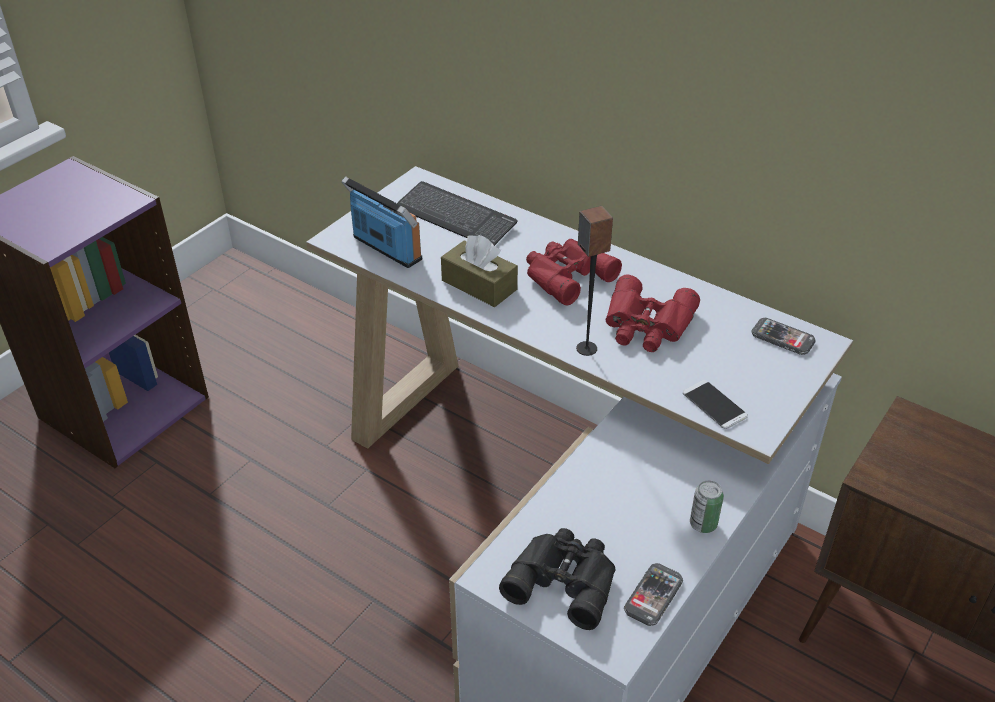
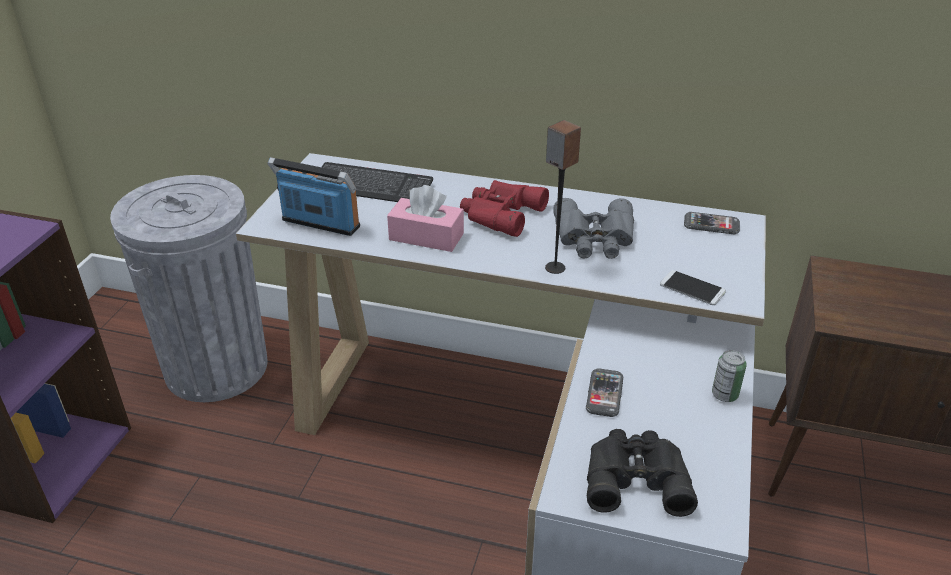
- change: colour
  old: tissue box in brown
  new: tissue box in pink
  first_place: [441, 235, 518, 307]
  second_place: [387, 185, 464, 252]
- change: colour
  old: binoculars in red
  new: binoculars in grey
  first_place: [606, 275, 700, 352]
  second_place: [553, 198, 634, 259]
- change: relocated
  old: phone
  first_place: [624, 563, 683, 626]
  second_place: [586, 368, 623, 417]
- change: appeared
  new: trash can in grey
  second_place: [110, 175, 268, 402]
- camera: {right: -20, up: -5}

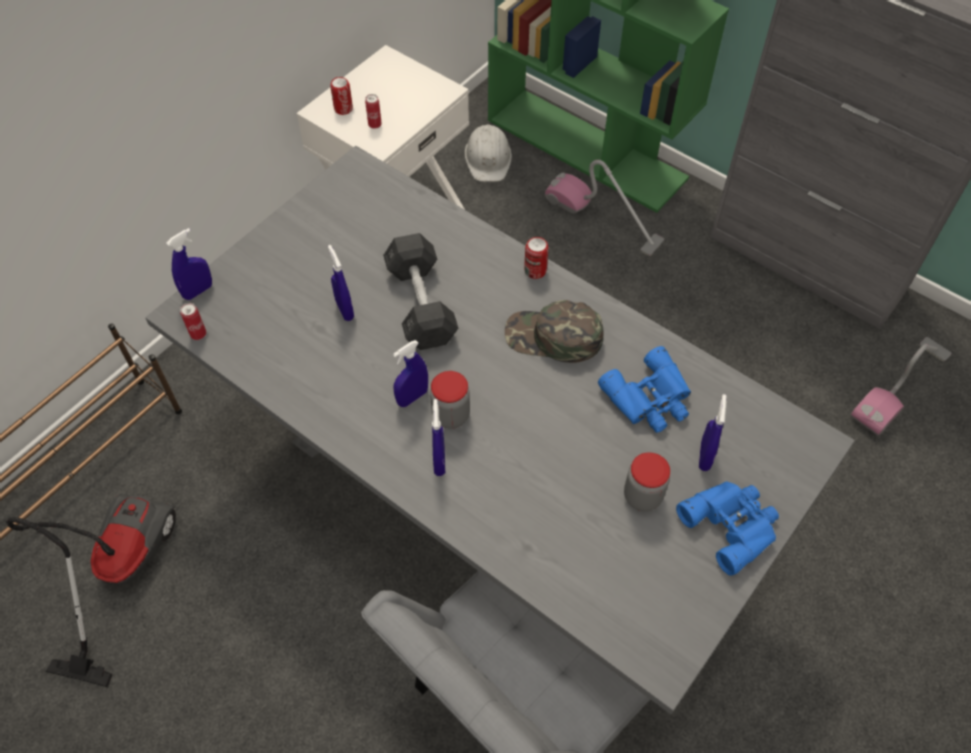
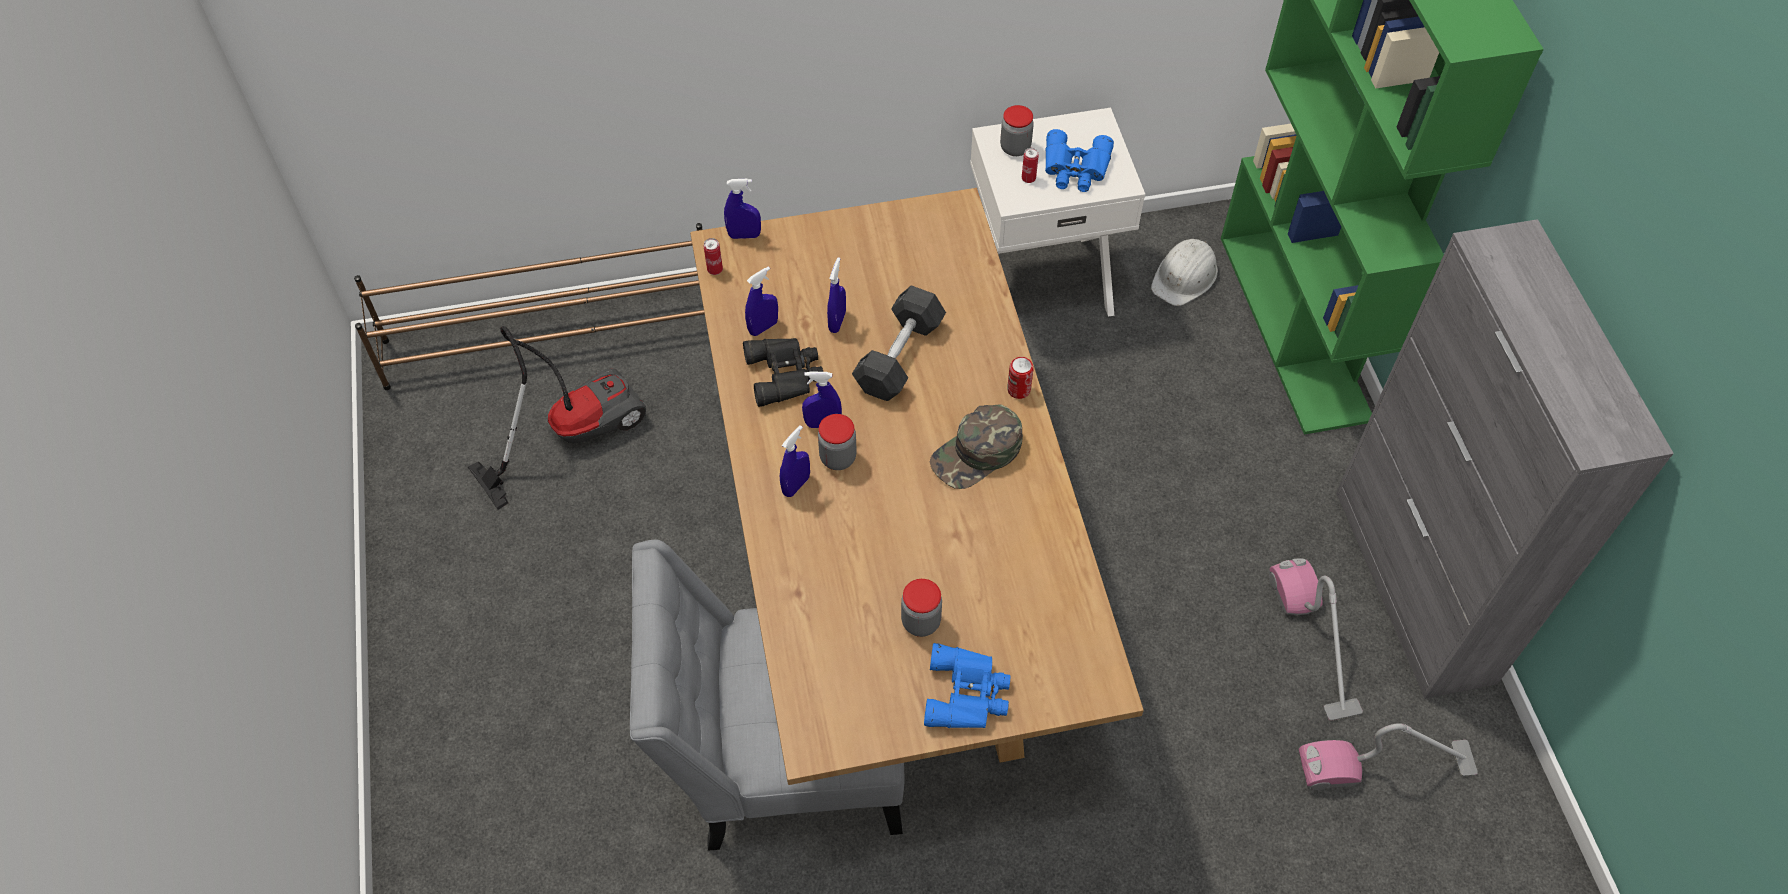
- change: exchanged
  old: can
  new: jar
  first_place: [330, 77, 353, 115]
  second_place: [1000, 105, 1034, 156]
- change: colour
  old: dining table in grey
  new: dining table in brown
  first_place: [145, 146, 855, 714]
  second_place: [690, 188, 1144, 785]
- change: relocated
  old: vacuum cleaner
  first_place: [545, 160, 664, 256]
  second_place: [1269, 558, 1363, 721]
- change: spun
  old: cap in green
  first_place: [505, 300, 604, 363]
  second_place: [930, 404, 1023, 489]
  degrees: -90
- change: relocated
  old: binoculars in blue
  first_place: [598, 346, 691, 433]
  second_place: [1045, 129, 1114, 192]
- change: relocated
  old: spray bottle in blue
  first_place: [699, 394, 727, 471]
  second_place: [745, 266, 778, 336]
- change: appeared
  new: binoculars in black
  second_place: [743, 338, 823, 407]
- camera: {right: 40, up: 0}

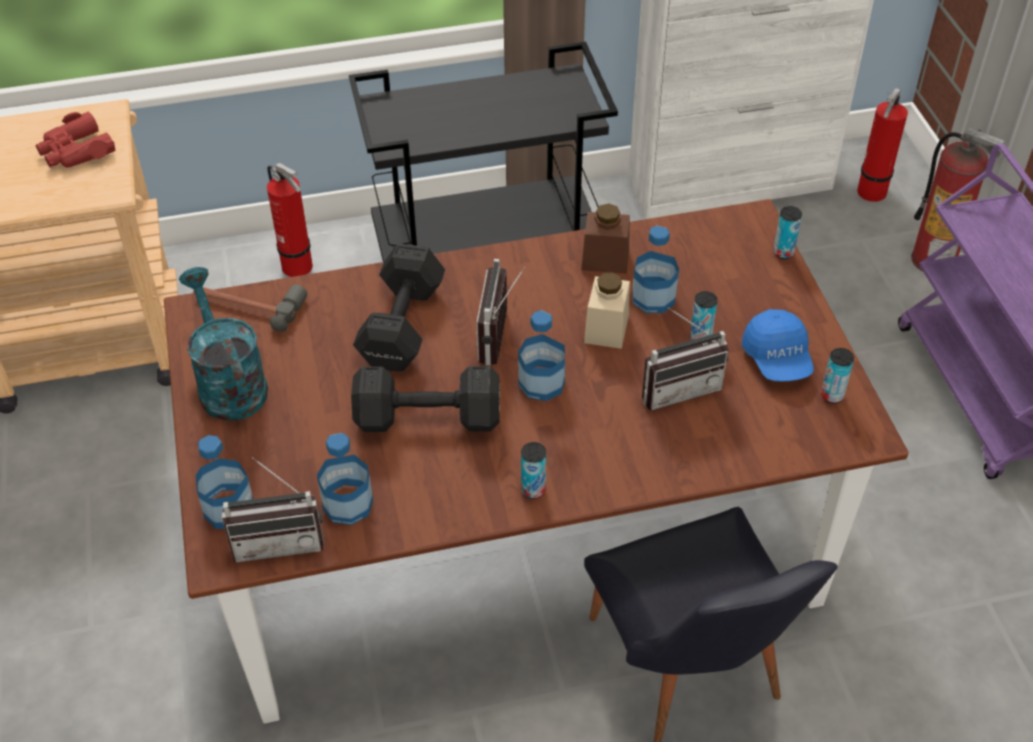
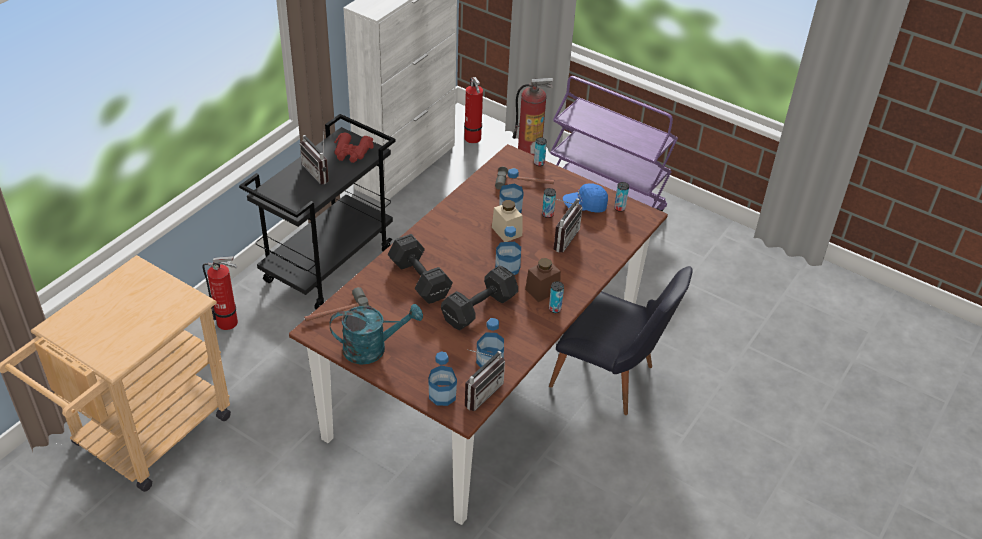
- change: relocated
  old: binoculars in red
  first_place: [35, 112, 115, 168]
  second_place: [334, 133, 374, 163]
- change: relocated
  old: jar in brown
  first_place: [581, 204, 630, 274]
  second_place: [525, 258, 561, 302]
- change: relocated
  old: radio
  first_place: [476, 259, 525, 365]
  second_place: [300, 132, 329, 184]
- change: spun
  old: watering can in turquoise
  first_place: [179, 267, 268, 421]
  second_place: [330, 304, 423, 365]
  degrees: 150
- change: spun
  old: cap in blue
  first_place: [742, 309, 814, 381]
  second_place: [563, 183, 608, 213]
  degrees: 135
- change: appeared
  new: hammer
  second_place: [495, 167, 554, 190]
- camera: {right: -45, up: -5}

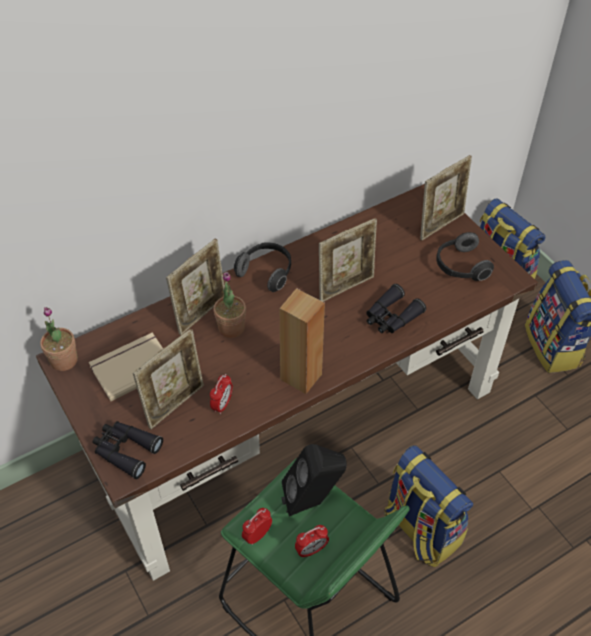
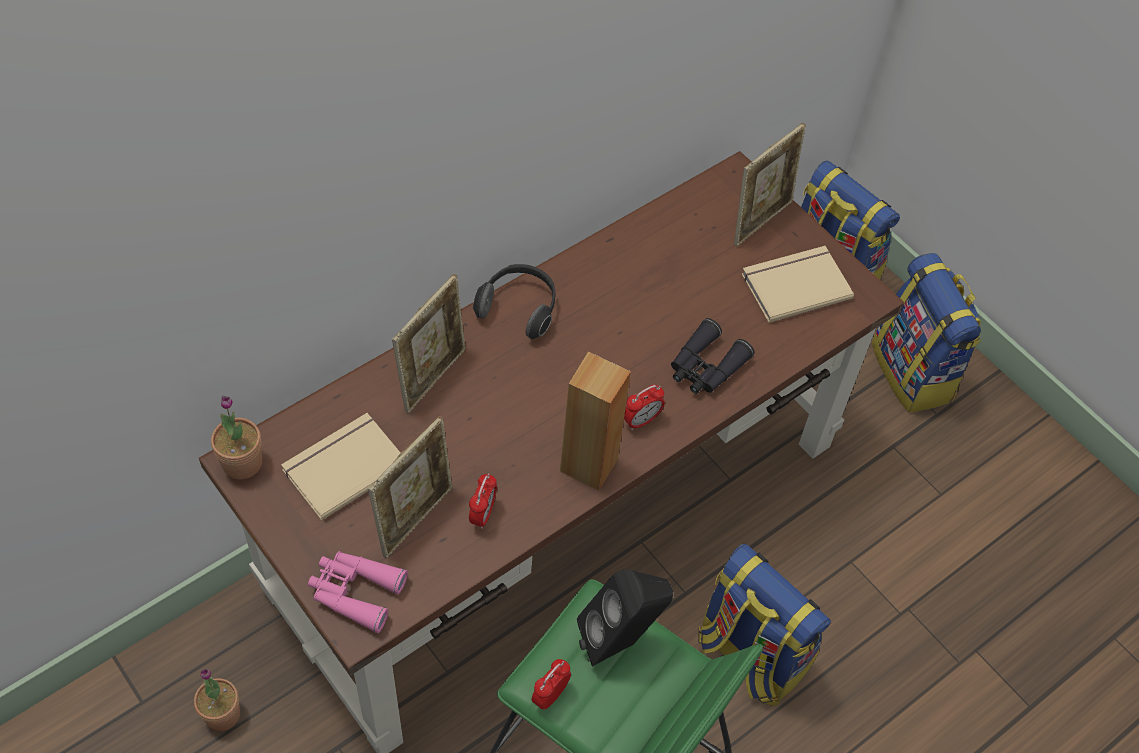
- change: missing
  old: picture frame
  first_place: [319, 218, 377, 302]
- change: exchanged
  old: headphones
  new: book in beige
  first_place: [436, 232, 494, 281]
  second_place: [742, 246, 854, 323]
- change: relocated
  old: potted plant
  first_place: [214, 272, 246, 338]
  second_place: [194, 669, 240, 731]
- change: colour
  old: binoculars in black
  new: binoculars in pink
  first_place: [93, 421, 163, 479]
  second_place: [308, 551, 408, 633]
- change: relocated
  old: alarm clock
  first_place: [295, 525, 329, 558]
  second_place: [624, 385, 665, 430]
- camera: {right: -10, up: 5}

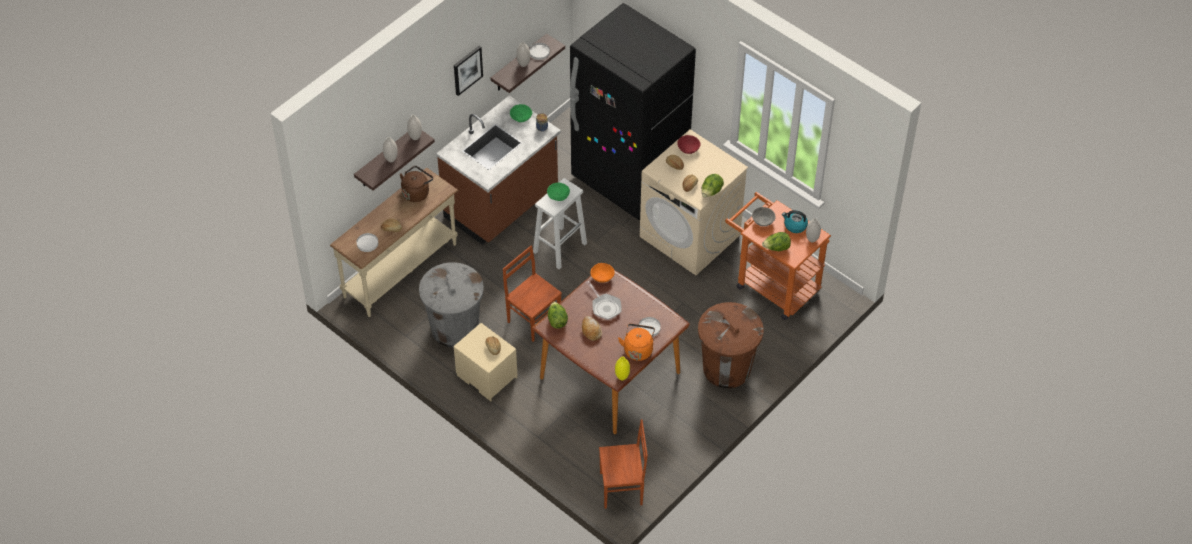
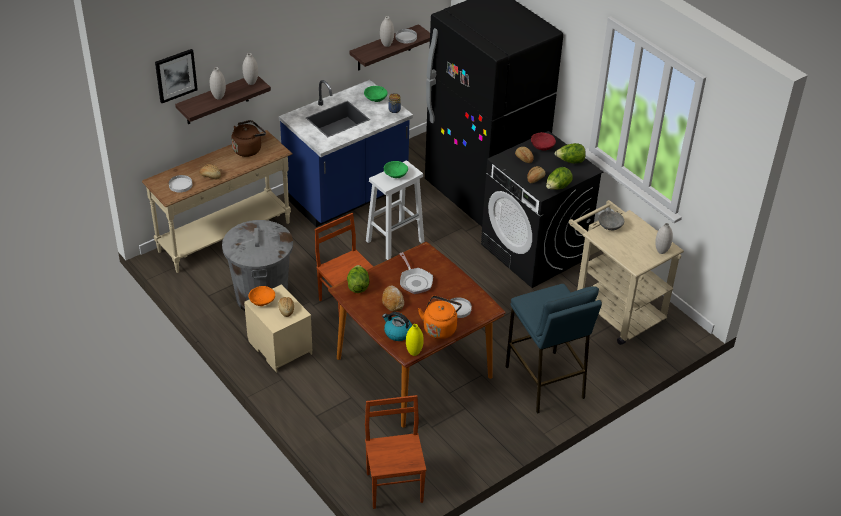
- change: relocated
  old: picture
  first_place: [454, 46, 483, 96]
  second_place: [155, 49, 198, 103]
- change: colour
  old: counter in brown
  new: counter in blue
  first_place: [436, 95, 561, 245]
  second_place: [279, 80, 413, 227]
- change: colour
  old: washing machine in beige
  new: washing machine in black
  first_place: [640, 129, 748, 275]
  second_place: [481, 131, 603, 288]
- change: colour
  old: cart in orange
  new: cart in beige
  first_place: [725, 192, 831, 320]
  second_place: [569, 200, 684, 345]
- change: relocated
  old: kettle
  first_place: [782, 210, 808, 233]
  second_place: [382, 312, 412, 341]
- change: relocated
  old: lettuce
  first_place: [762, 232, 791, 251]
  second_place: [554, 143, 586, 163]
- change: relocated
  old: bowl in orange
  first_place: [590, 263, 614, 283]
  second_place: [248, 286, 275, 306]
- change: exchanged
  old: trash can in brown
  new: stool in blue
  first_place: [698, 302, 764, 388]
  second_place: [505, 284, 602, 414]
- change: spun
  old: chair in brown
  first_place: [599, 419, 648, 509]
  second_place: [365, 395, 426, 509]
  degrees: -105
- camera: {right: 10, up: -10}

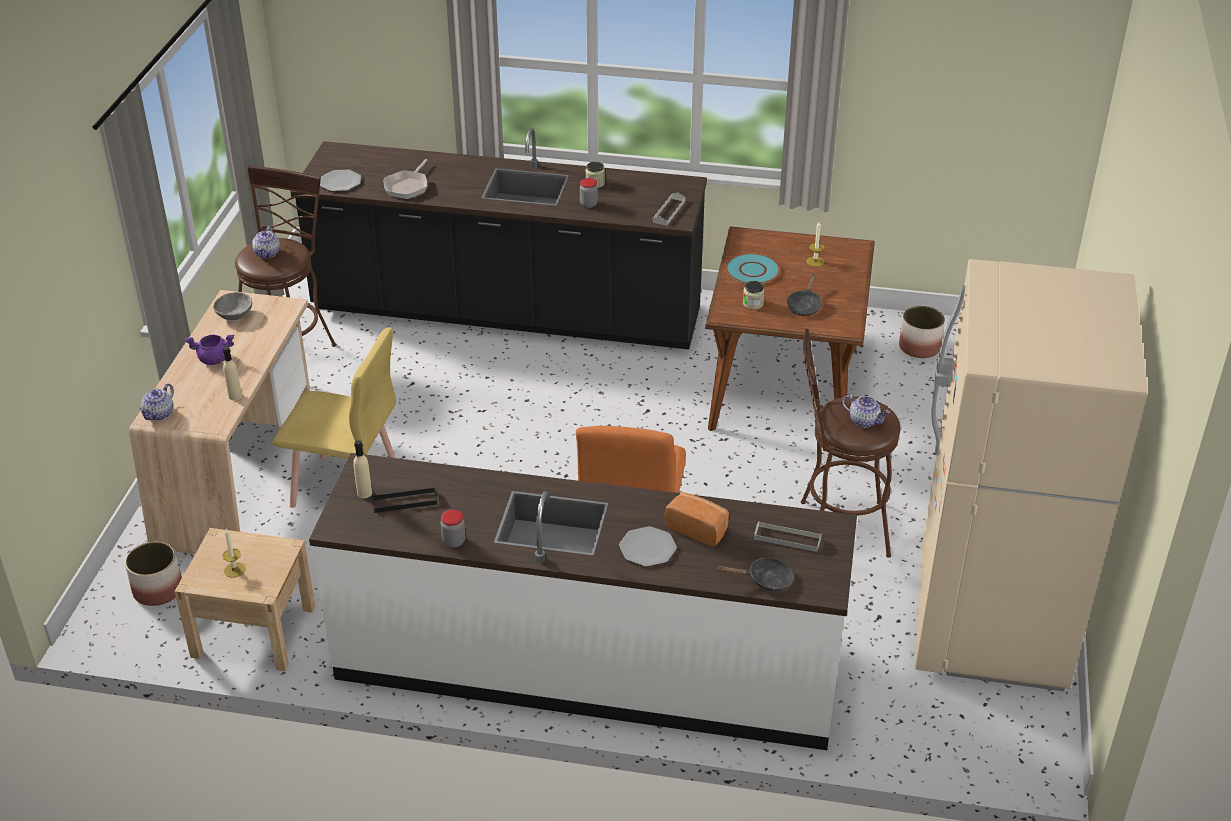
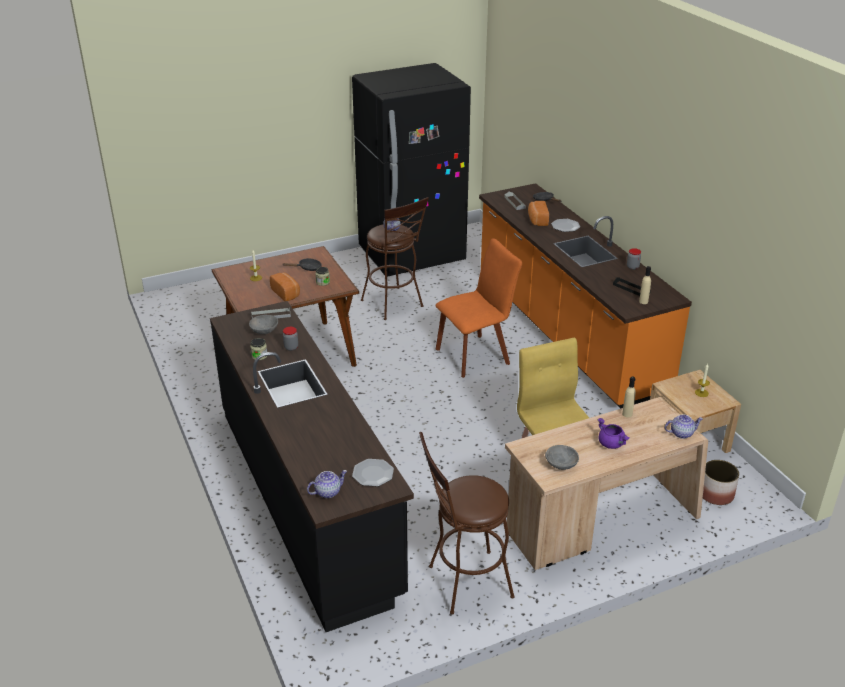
- change: missing
  old: frying pan
  first_place: [384, 159, 428, 199]
- change: relocated
  old: teapot
  first_place: [252, 226, 280, 258]
  second_place: [307, 470, 347, 498]
- change: exchanged
  old: plate in turquoise
  new: bread
  first_place: [726, 254, 780, 284]
  second_place: [270, 272, 300, 301]
- change: colour
  old: fridge in beige
  new: fridge in black
  first_place: [915, 259, 1147, 691]
  second_place: [352, 63, 471, 277]
- change: missing
  old: planter
  first_place: [899, 306, 945, 358]
- change: colour
  old: counter in white
  new: counter in orange
  first_place: [309, 453, 857, 750]
  second_place: [479, 183, 692, 408]
- change: appeared
  new: bowl in grey
  second_place: [249, 315, 278, 334]
- camera: {right: -125, up: -5}

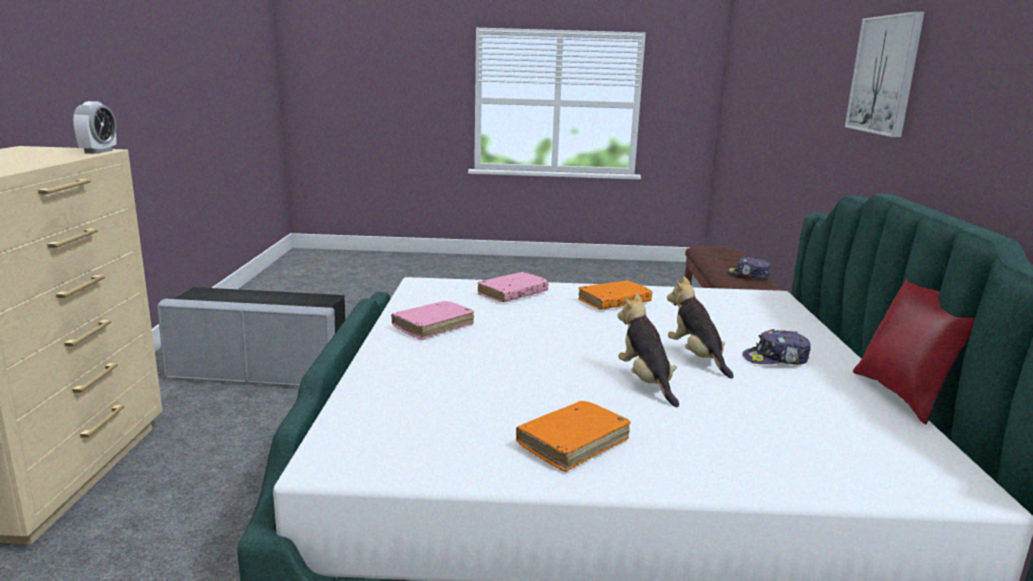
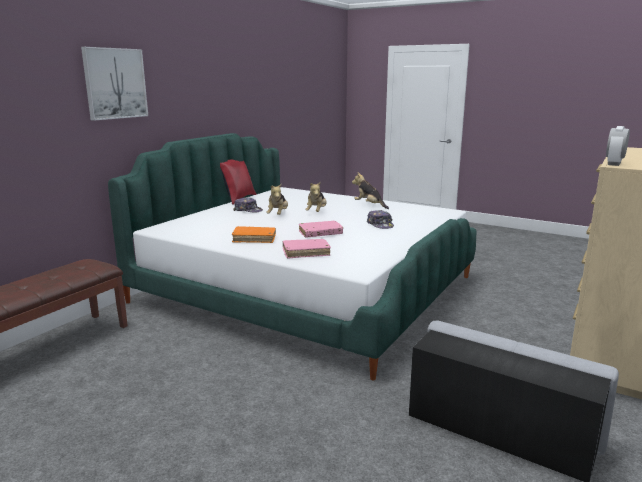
- change: relocated
  old: cap
  first_place: [727, 257, 770, 279]
  second_place: [367, 210, 394, 229]
- change: relocated
  old: book in pink
  first_place: [391, 301, 474, 340]
  second_place: [299, 220, 343, 237]
- change: exchanged
  old: book in orange
  new: plush toy
  first_place: [516, 401, 631, 472]
  second_place: [352, 172, 389, 209]
- camera: {right: -150, up: 0}

